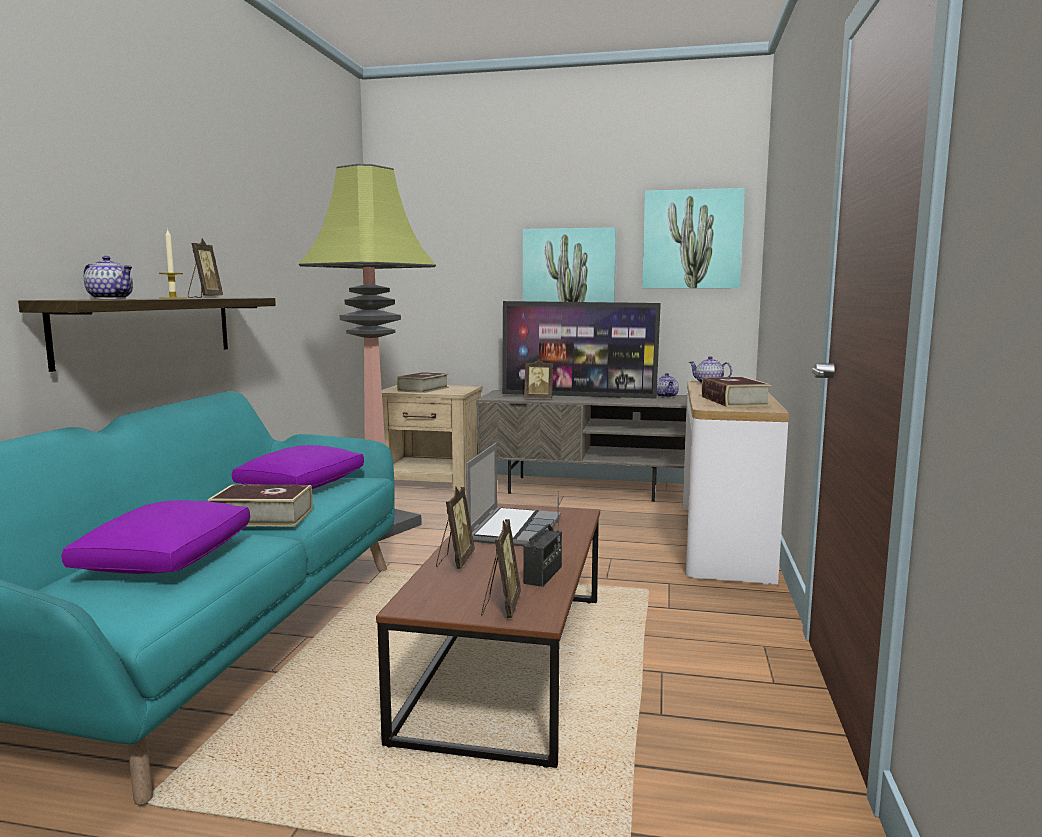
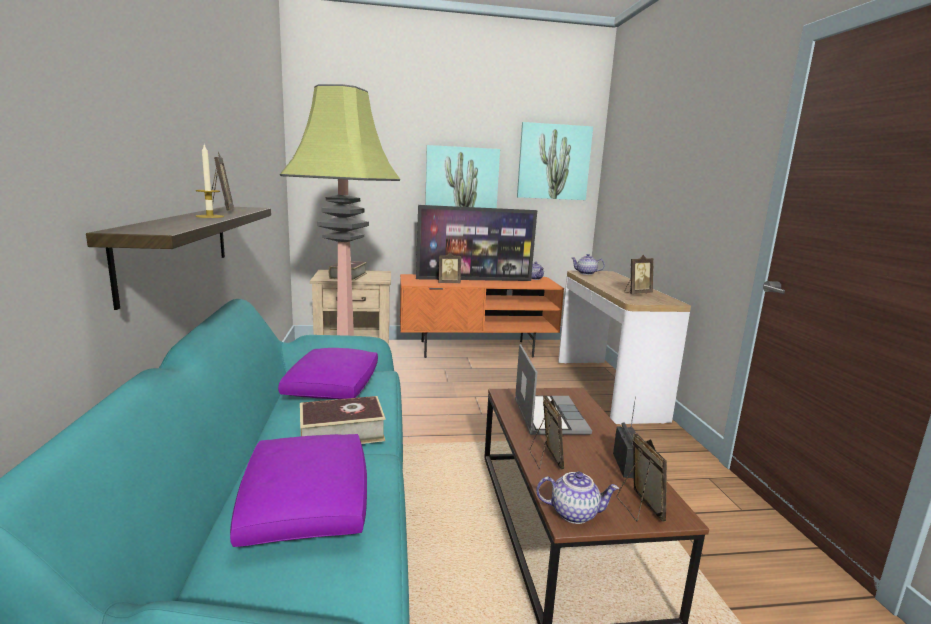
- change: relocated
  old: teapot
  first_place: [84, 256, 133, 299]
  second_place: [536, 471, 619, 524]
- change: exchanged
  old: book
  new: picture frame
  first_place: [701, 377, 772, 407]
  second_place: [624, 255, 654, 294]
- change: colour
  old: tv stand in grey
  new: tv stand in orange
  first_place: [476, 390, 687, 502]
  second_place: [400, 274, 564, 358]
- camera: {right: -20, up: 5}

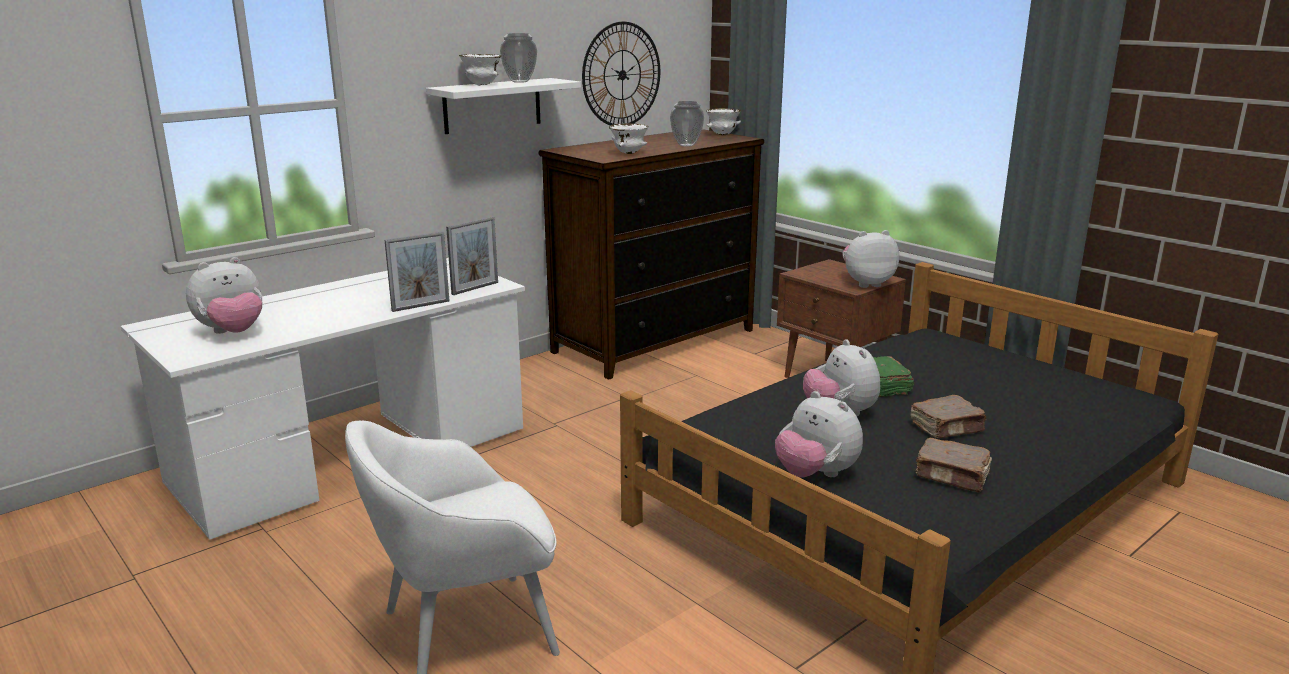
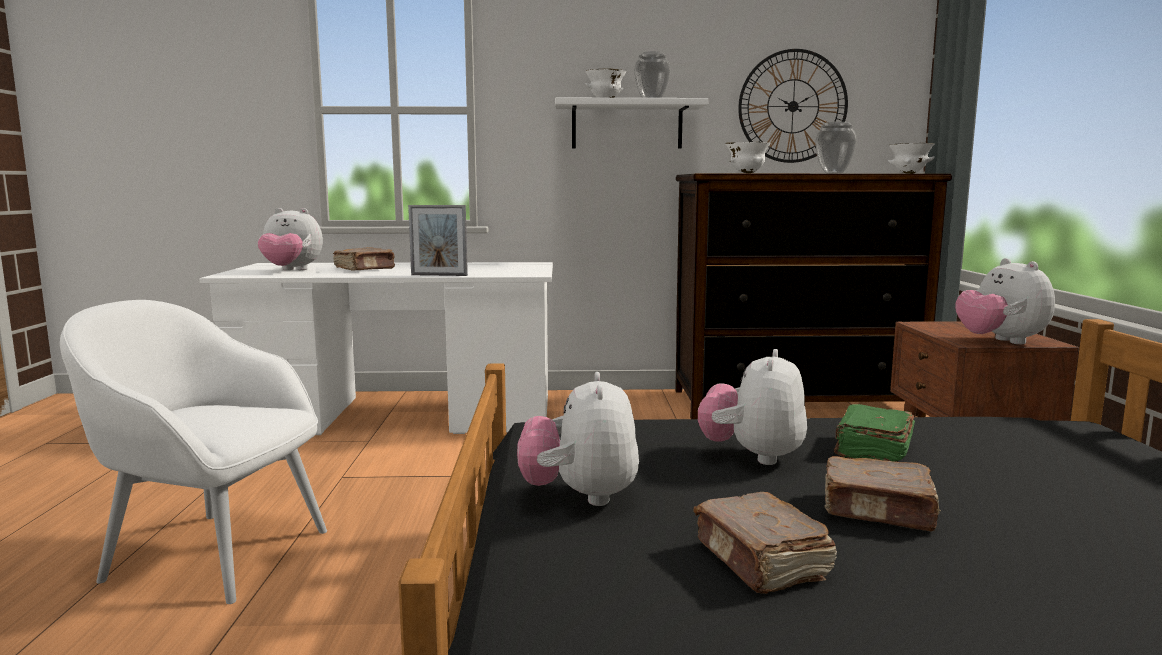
- change: missing
  old: picture frame
  first_place: [446, 217, 498, 295]
- change: spun
  old: plush toy
  first_place: [842, 230, 899, 288]
  second_place: [955, 258, 1055, 344]
  degrees: -135
- change: appeared
  new: book in brown
  second_place: [333, 247, 395, 270]
- camera: {right: 40, up: -10}

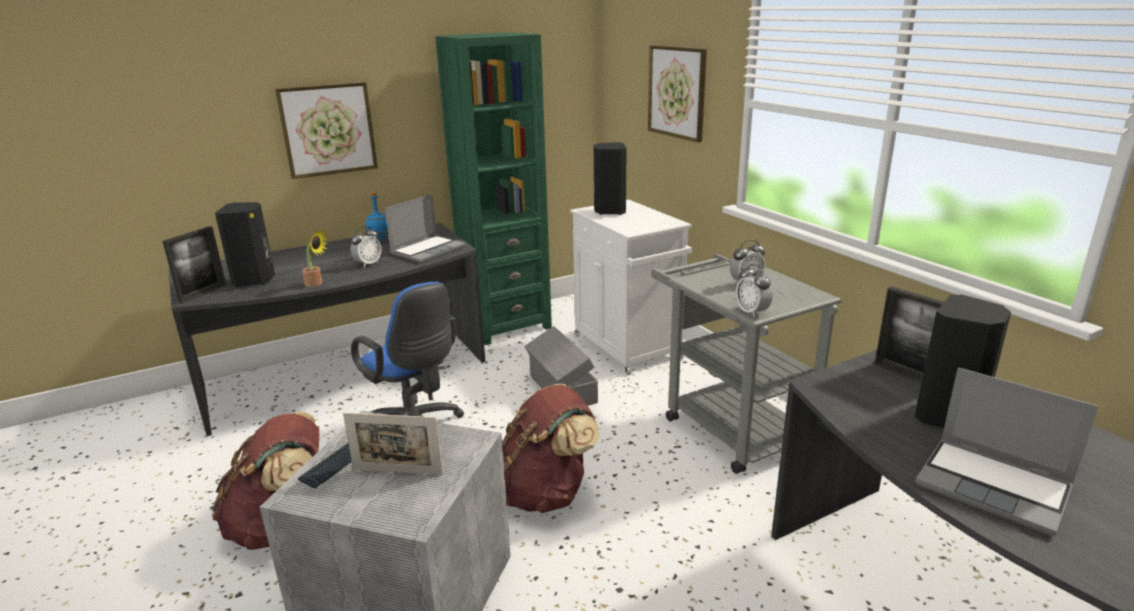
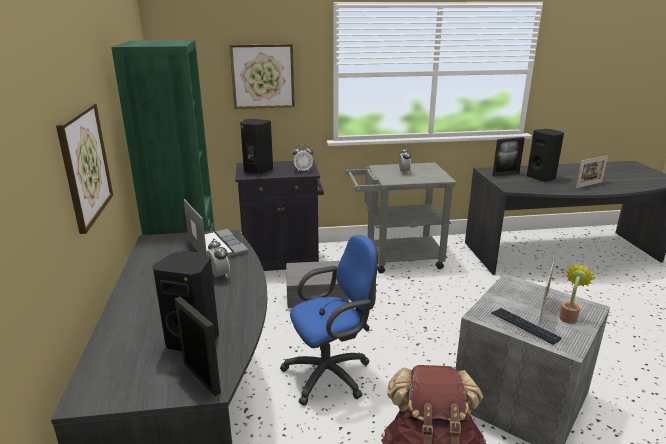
- change: missing
  old: bottle in blue
  first_place: [365, 192, 388, 242]
- change: colour
  old: cabinet in white
  new: cabinet in black
  first_place: [570, 200, 692, 375]
  second_place: [235, 160, 324, 271]
- change: relocated
  old: potted plant
  first_place: [302, 230, 328, 287]
  second_place: [559, 263, 595, 324]
- change: relocated
  old: alarm clock
  first_place: [736, 264, 773, 317]
  second_place: [293, 144, 313, 172]
- change: exchanged
  old: laptop
  new: picture frame
  first_place: [915, 367, 1098, 536]
  second_place: [576, 155, 608, 188]
- change: missing
  old: backpack in brown
  first_place: [502, 384, 600, 513]
- camera: {right: -70, up: 0}

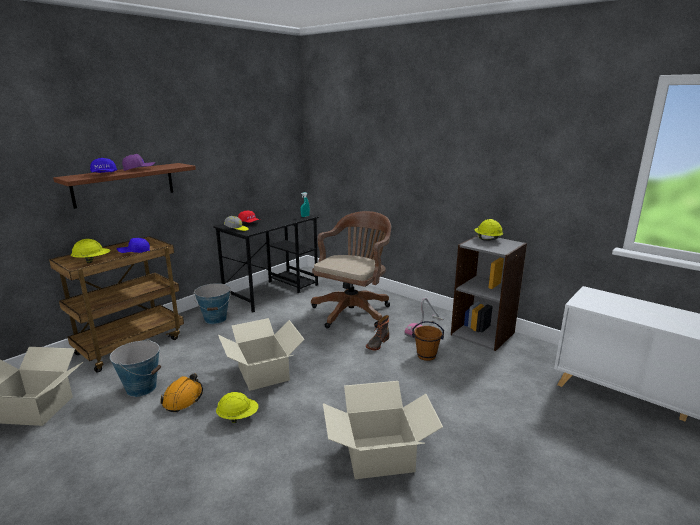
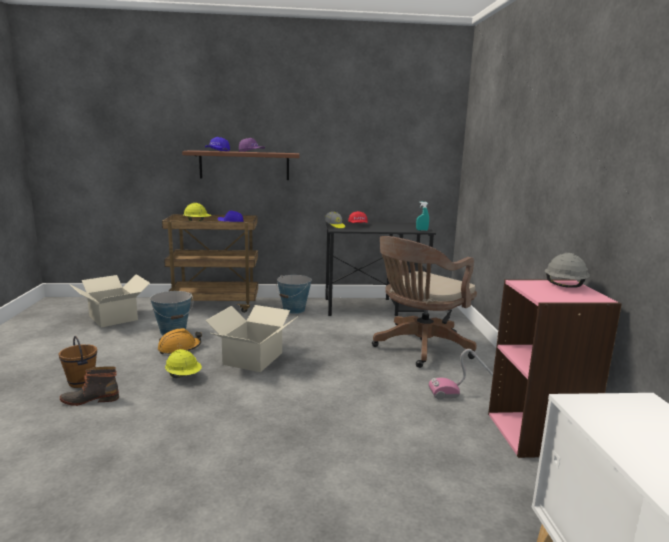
- change: spun
  old: office chair in brown
  first_place: [311, 211, 391, 328]
  second_place: [372, 236, 477, 368]
  degrees: 150
- change: colour
  old: hard hat in yellow
  new: hard hat in grey
  first_place: [475, 219, 503, 241]
  second_place: [545, 253, 590, 288]
- change: colour
  old: bookcase in grey
  new: bookcase in pink
  first_place: [451, 234, 527, 351]
  second_place: [488, 279, 622, 458]
- change: relocated
  old: boot
  first_place: [366, 315, 389, 350]
  second_place: [60, 366, 119, 406]
- change: relocated
  old: bucket in brown
  first_place: [412, 321, 444, 361]
  second_place: [59, 336, 97, 388]
- change: missing
  old: cardboard box
  first_place: [323, 381, 443, 479]
- camera: {right: 45, up: -5}

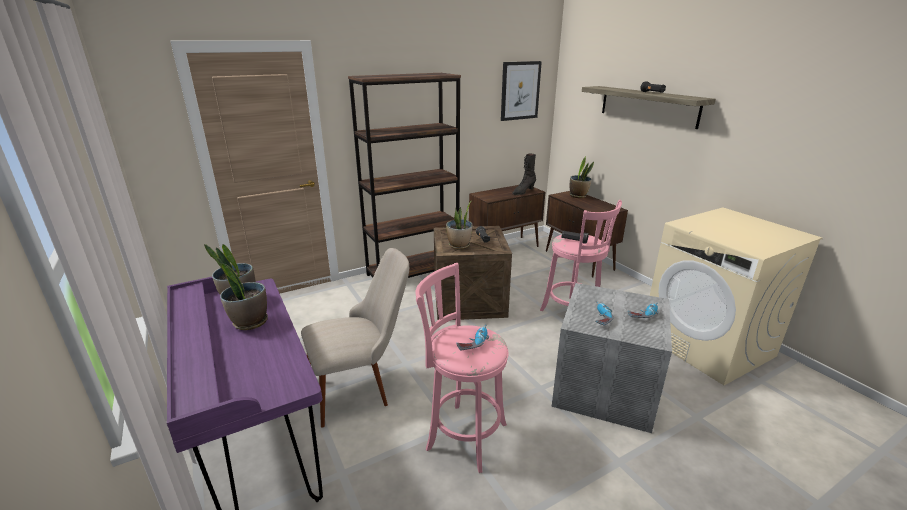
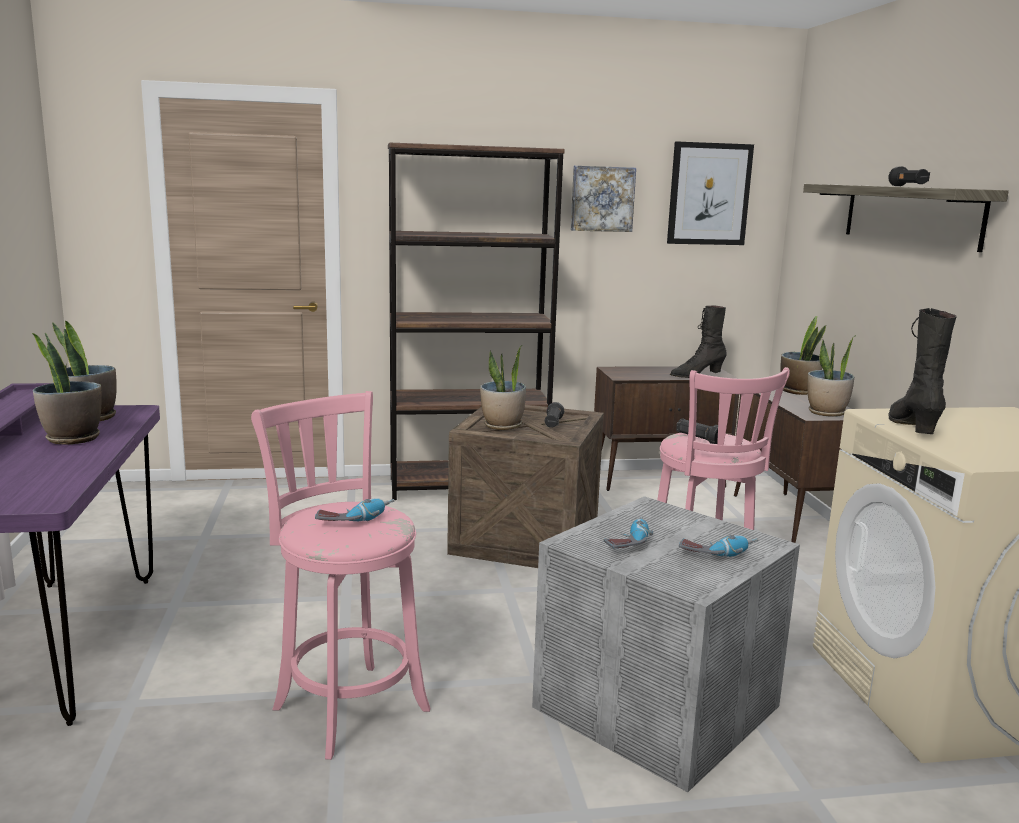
- change: missing
  old: chair in beige
  first_place: [301, 248, 409, 428]
- change: appeared
  new: picture
  second_place: [571, 166, 636, 232]
- change: appeared
  new: boot in black
  second_place: [889, 308, 956, 434]
- change: appeared
  new: potted plant
  second_place: [807, 335, 856, 417]
- camera: {right: 20, up: -10}

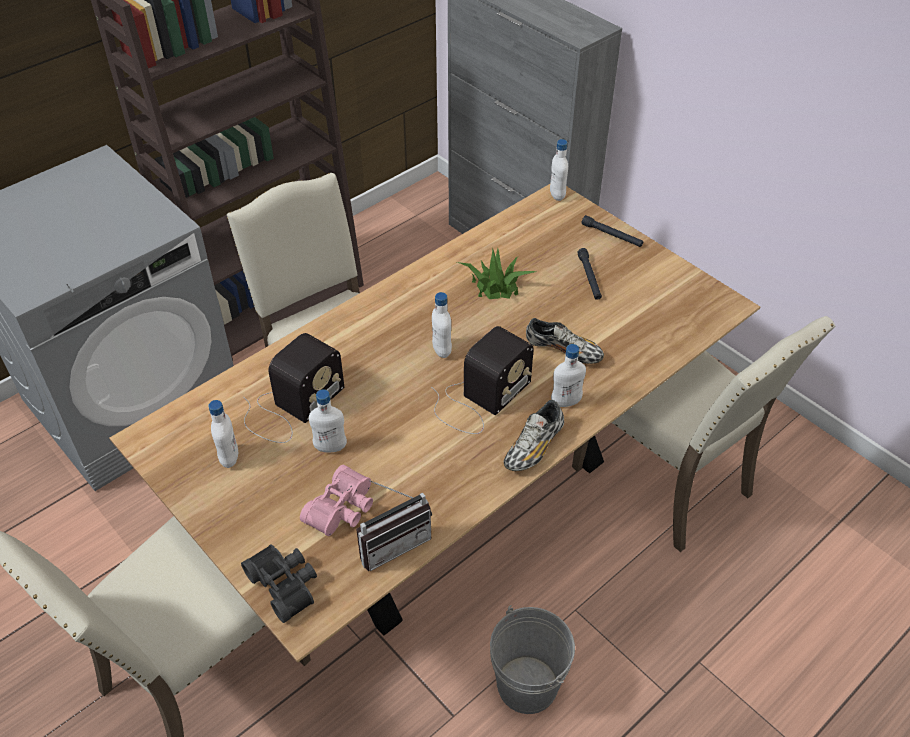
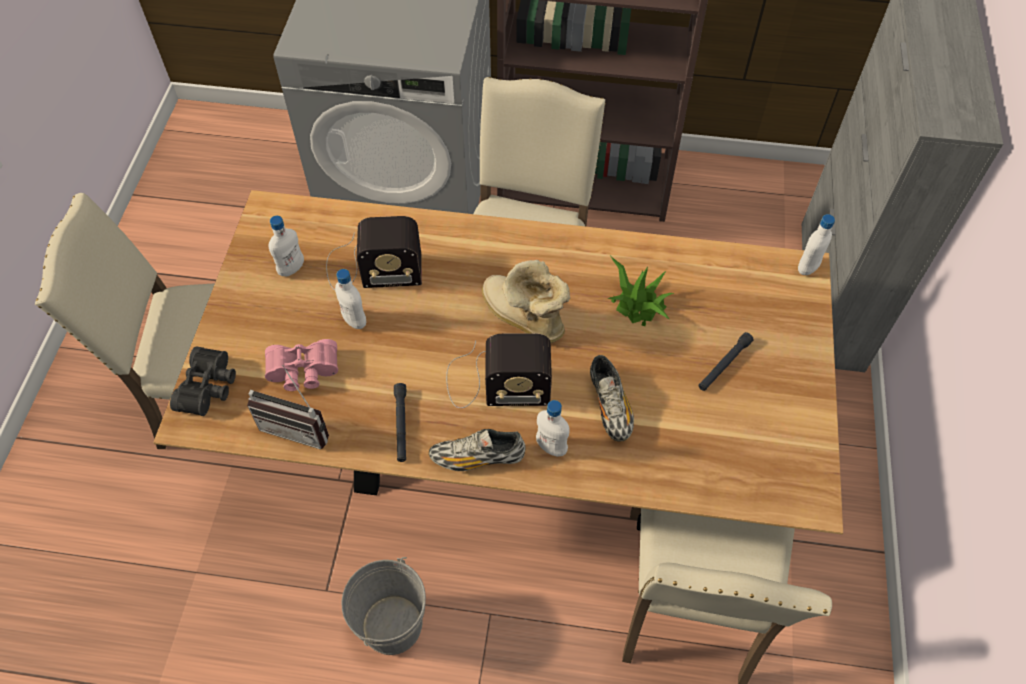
- change: relocated
  old: flashlight in black
  first_place: [582, 215, 643, 247]
  second_place: [394, 383, 406, 462]
- change: exchanged
  old: bottle in white
  new: boot
  first_place: [432, 292, 452, 358]
  second_place: [482, 260, 570, 343]
- camera: {right: 50, up: 10}

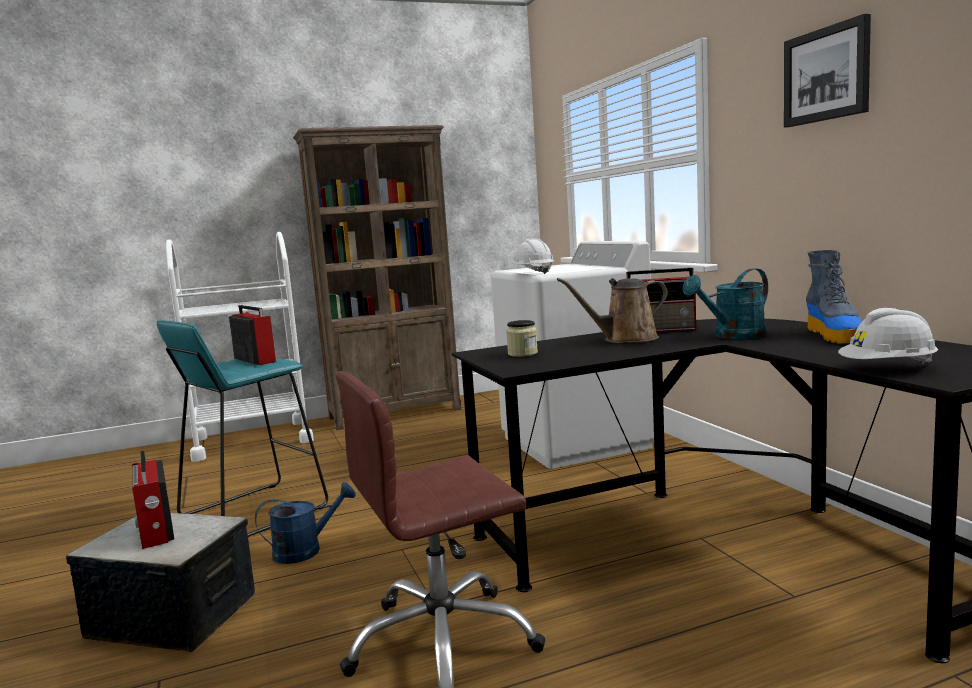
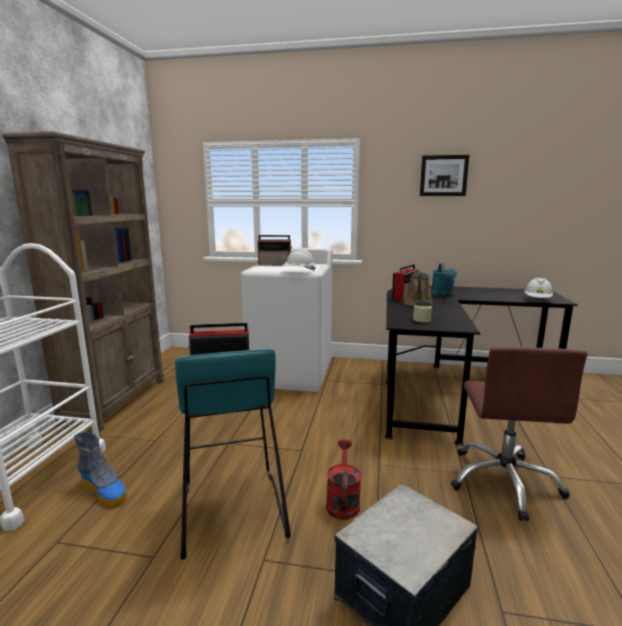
- change: relocated
  old: boot
  first_place: [806, 250, 862, 344]
  second_place: [73, 432, 127, 508]
- change: relocated
  old: radio
  first_place: [132, 451, 174, 549]
  second_place: [258, 235, 292, 266]
- change: colour
  old: watering can in blue
  new: watering can in red
  first_place: [255, 482, 356, 564]
  second_place: [326, 439, 361, 520]
- camera: {right: -60, up: 5}

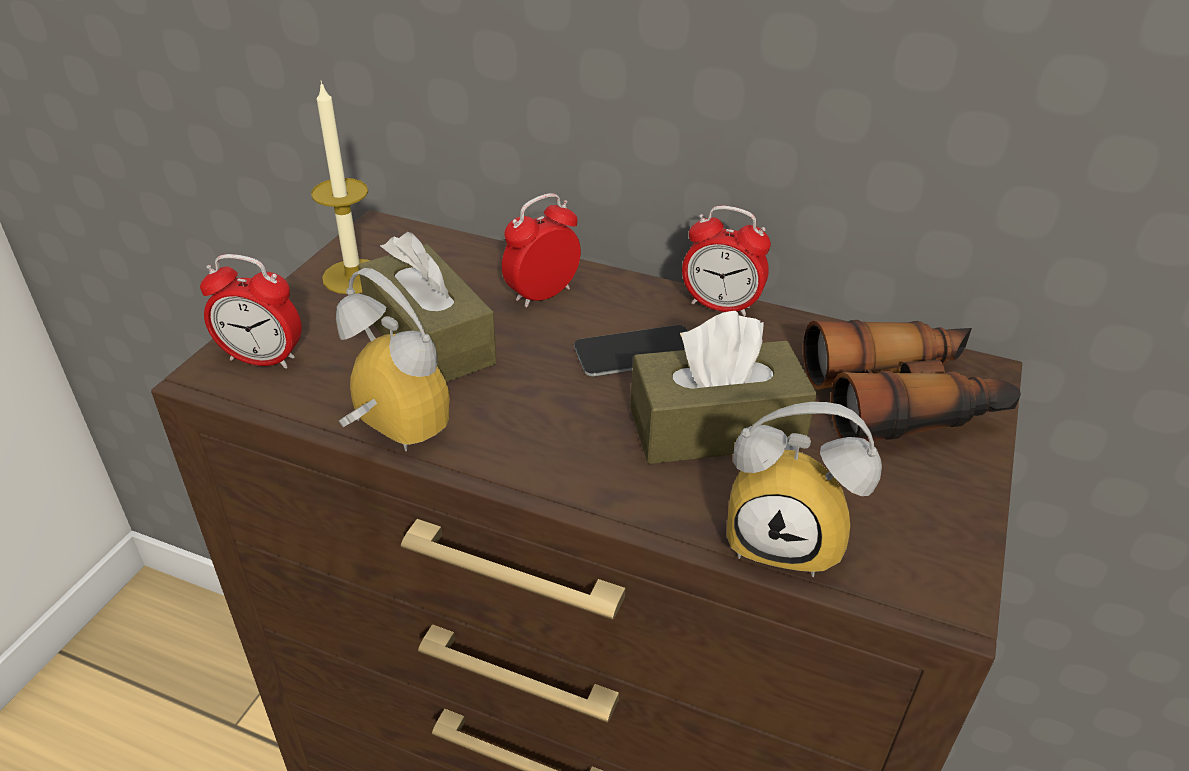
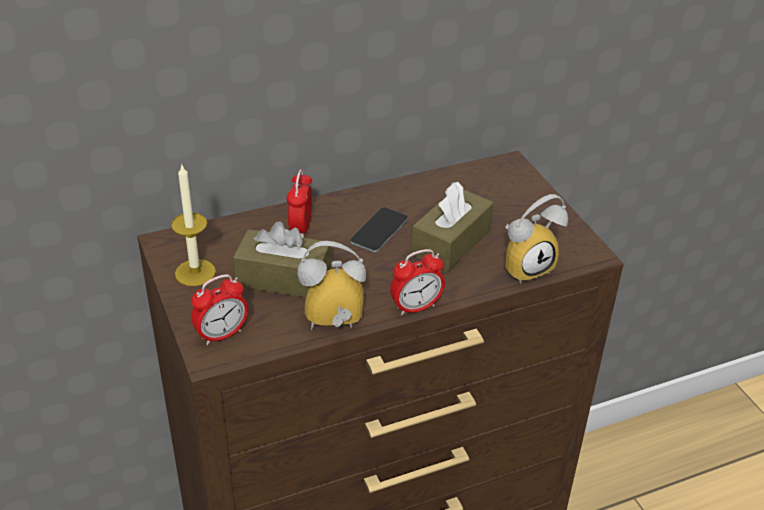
- change: relocated
  old: alarm clock
  first_place: [682, 206, 771, 316]
  second_place: [390, 249, 445, 315]
- change: missing
  old: binoculars
  first_place: [803, 320, 1021, 442]
- camera: {right: -45, up: 0}

